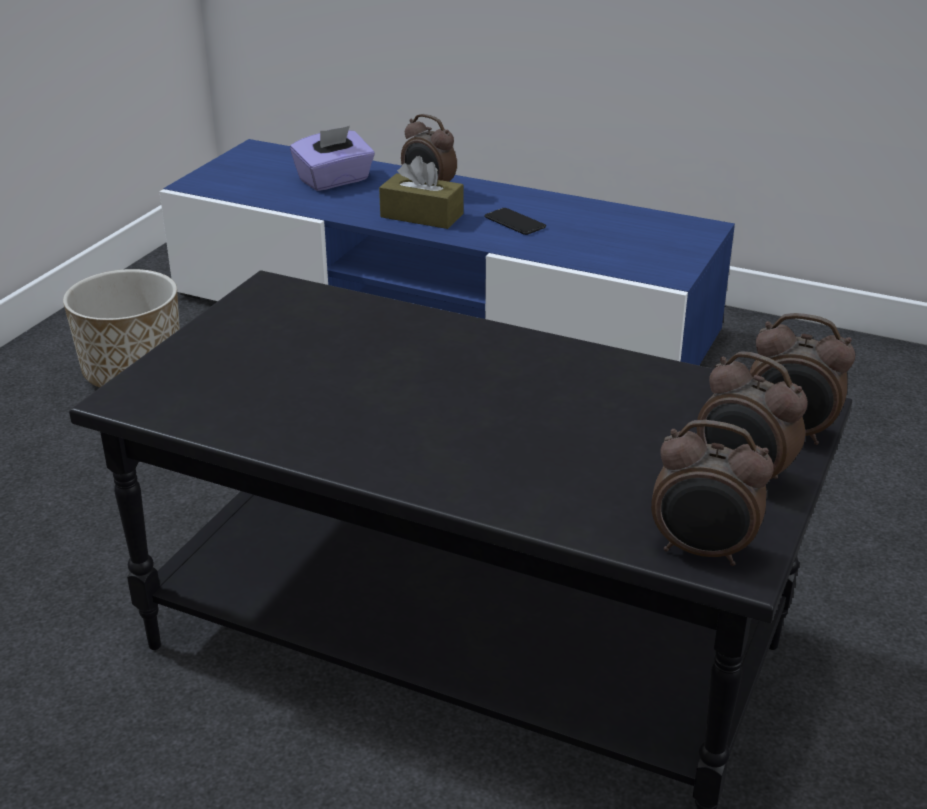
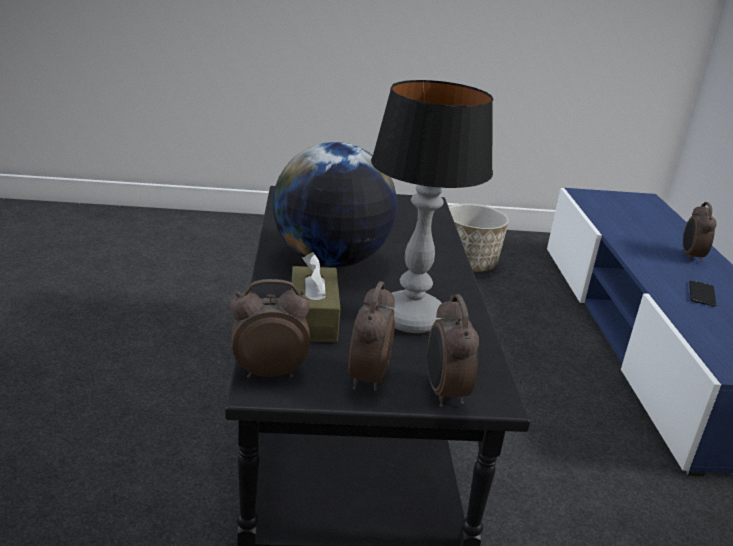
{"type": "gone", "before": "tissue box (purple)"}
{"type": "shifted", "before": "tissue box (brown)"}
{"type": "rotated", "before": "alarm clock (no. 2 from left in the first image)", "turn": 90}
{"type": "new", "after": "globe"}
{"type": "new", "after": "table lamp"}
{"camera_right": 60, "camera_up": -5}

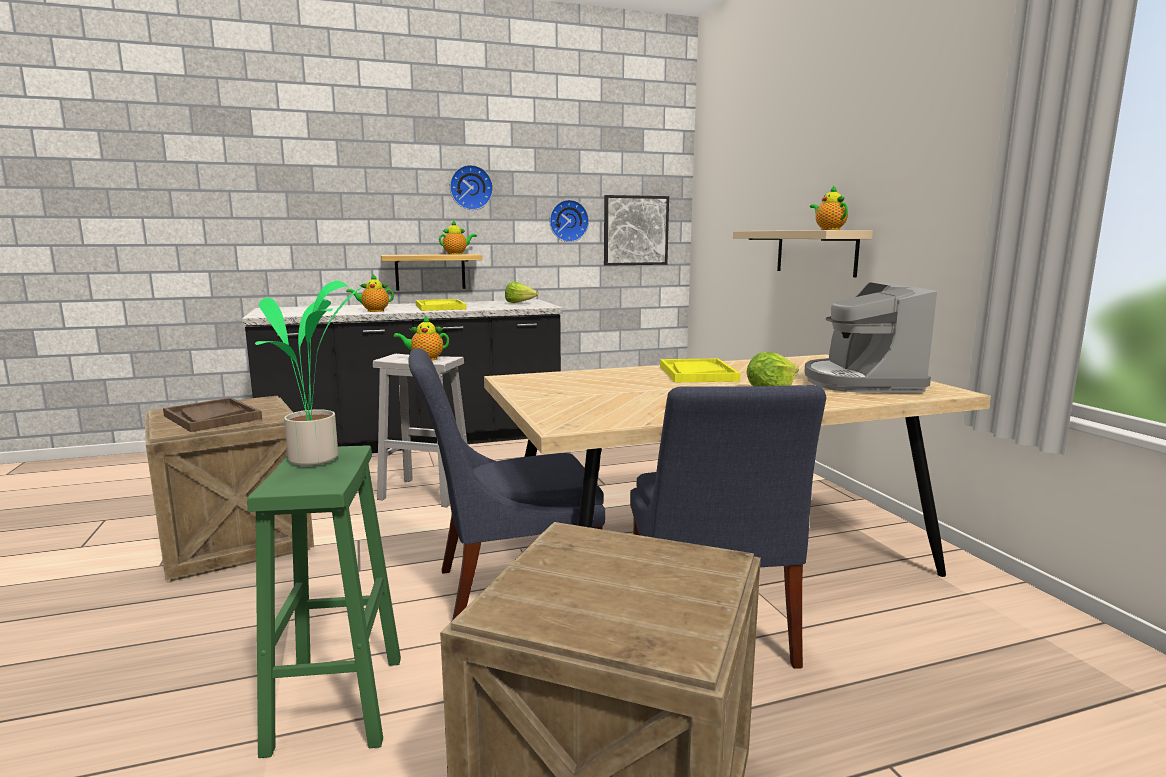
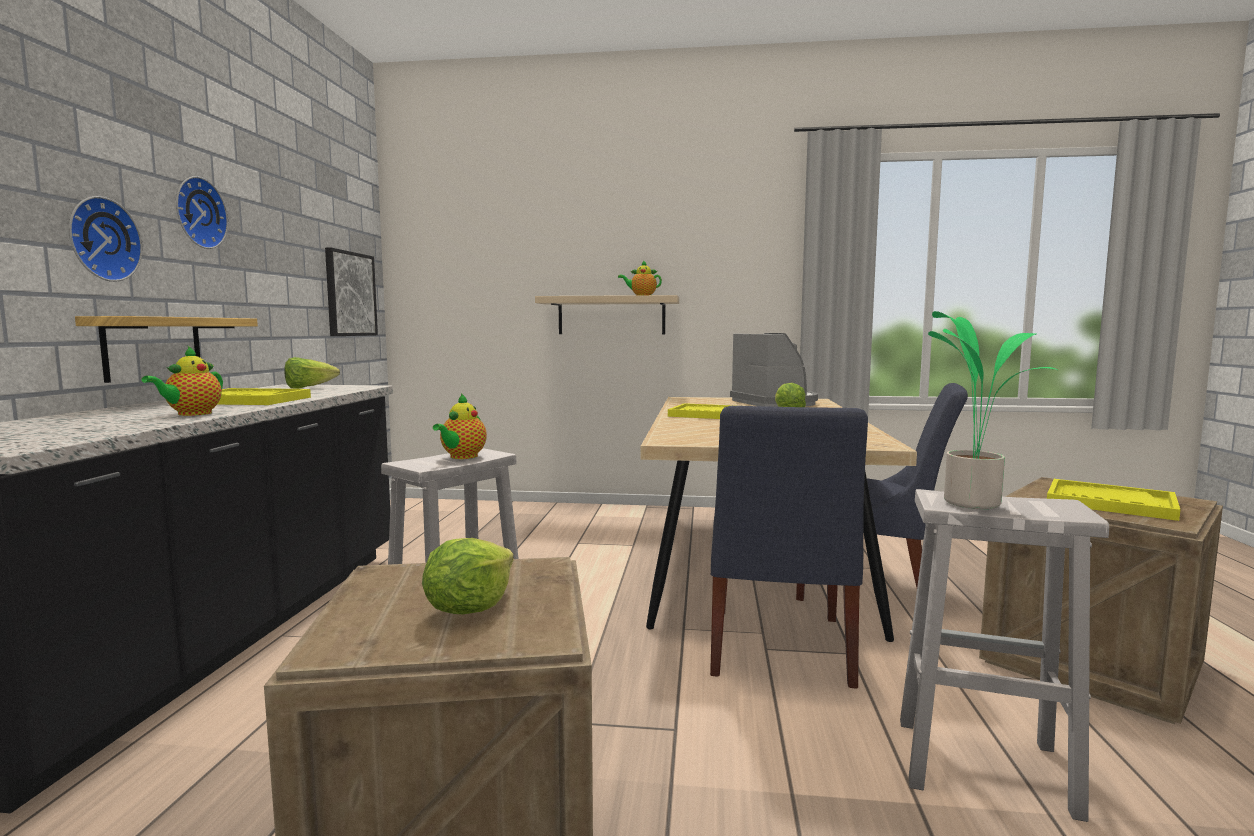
{"type": "swapped", "before": "tray (brown)", "after": "lettuce (no. 2 from left)"}
{"type": "repainted", "before": "stool (green)", "after": "stool (white) (no. 2 from left)"}
{"type": "gone", "before": "teapot (no. 3 from left)"}
{"type": "shifted", "before": "wall clock (no. 2 from left in the first image)", "after": "wall clock (no. 1 from left)"}
{"type": "rotated", "before": "coffee machine", "turn": -135}
{"type": "new", "after": "tray (yellow) (no. 3 from left)"}
{"camera_right": -65, "camera_up": -5}

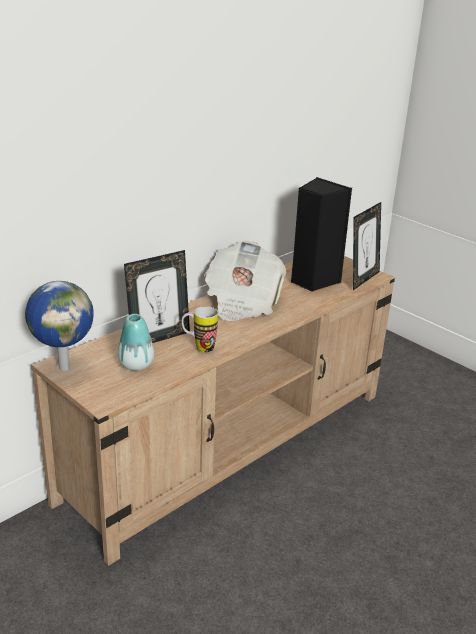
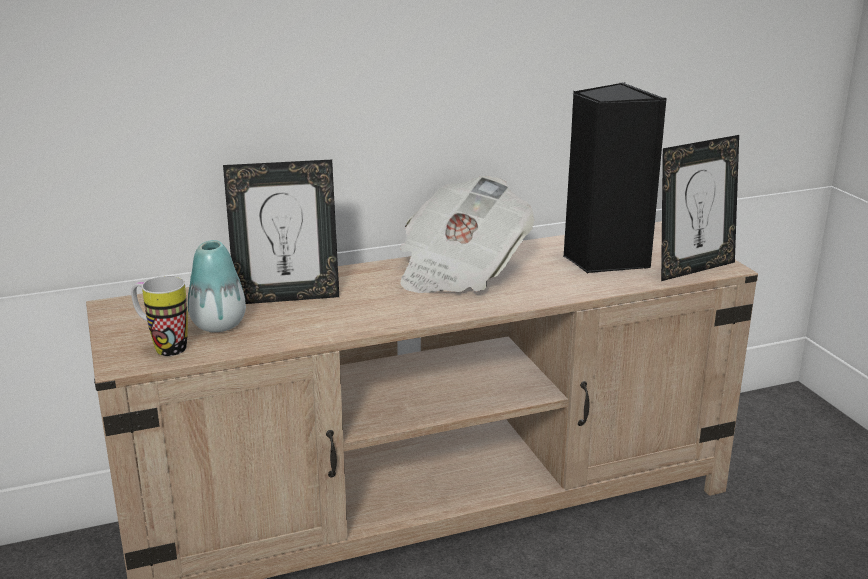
{"type": "gone", "before": "globe"}
{"type": "shifted", "before": "mug"}
{"camera_right": 25, "camera_up": -5}

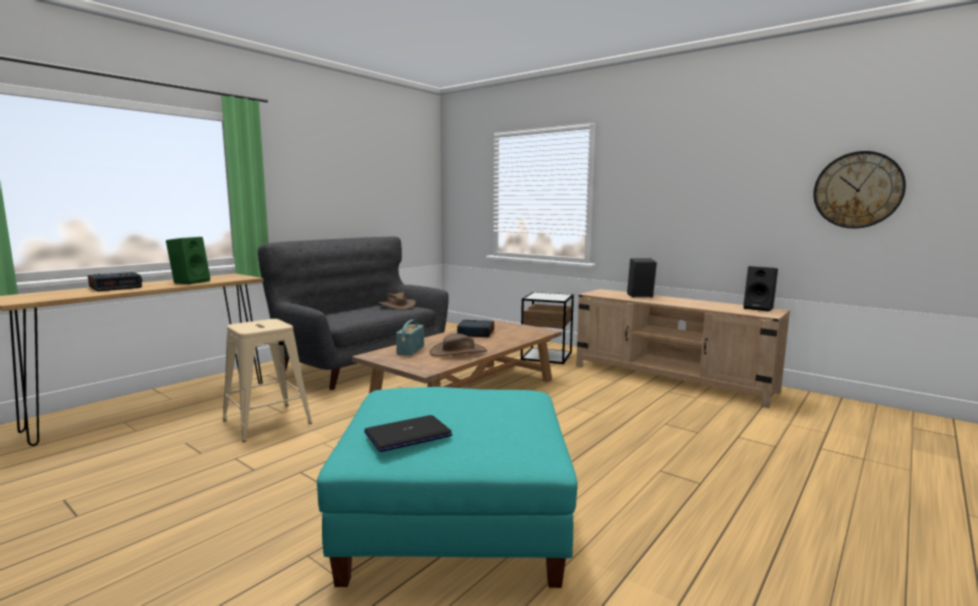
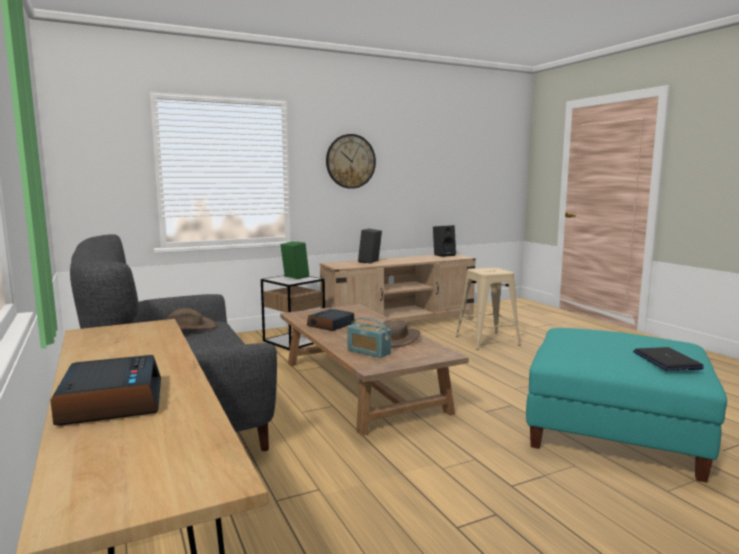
{"type": "shifted", "before": "speaker (green)"}
{"type": "shifted", "before": "stool (beige)"}
{"type": "shifted", "before": "wall clock"}
{"camera_right": -65, "camera_up": 0}

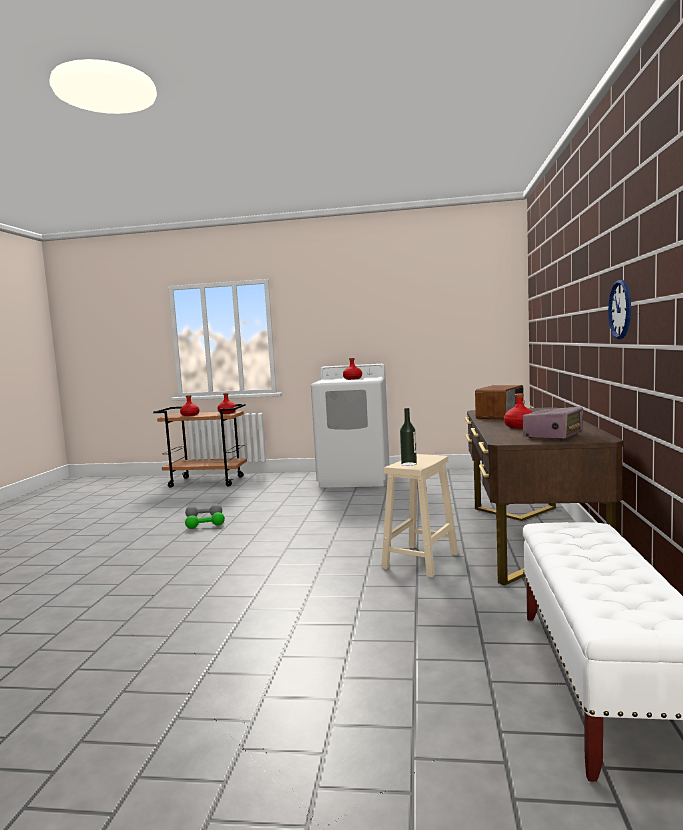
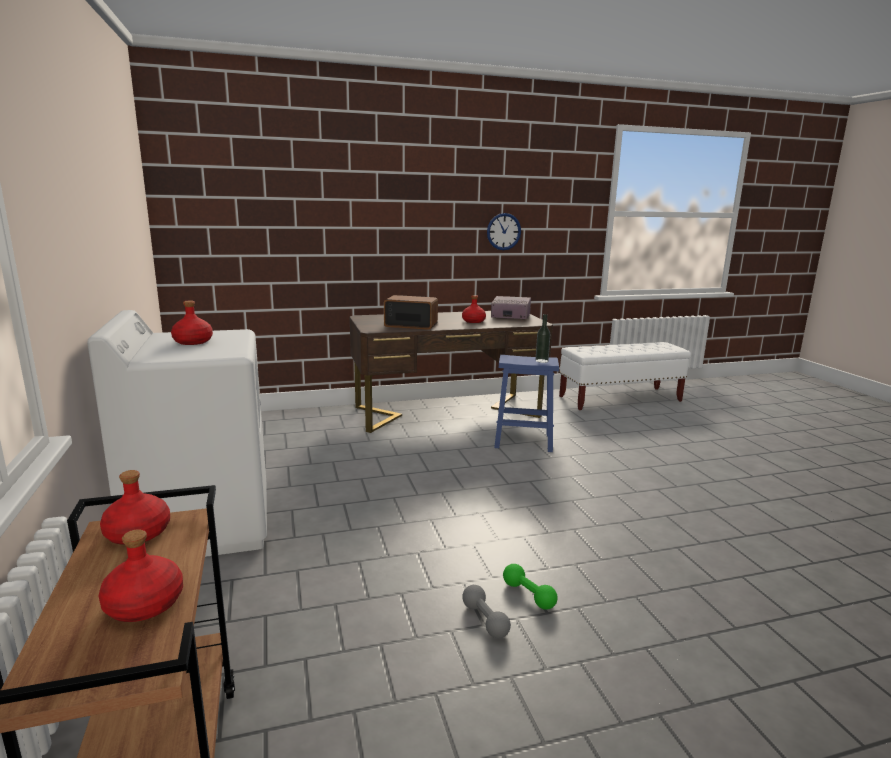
{"type": "repainted", "before": "stool (beige)", "after": "stool (blue)"}
{"camera_right": -115, "camera_up": 10}

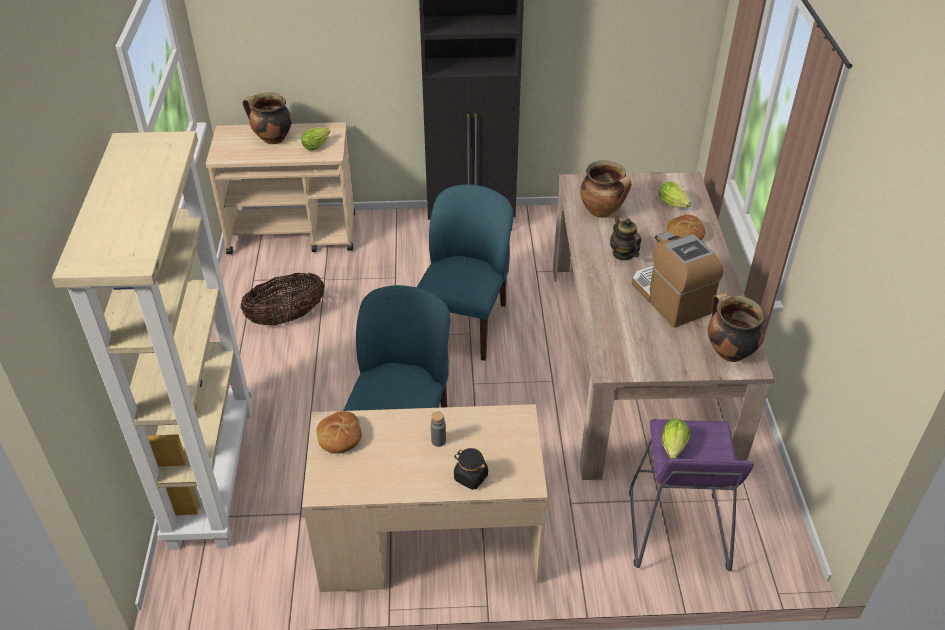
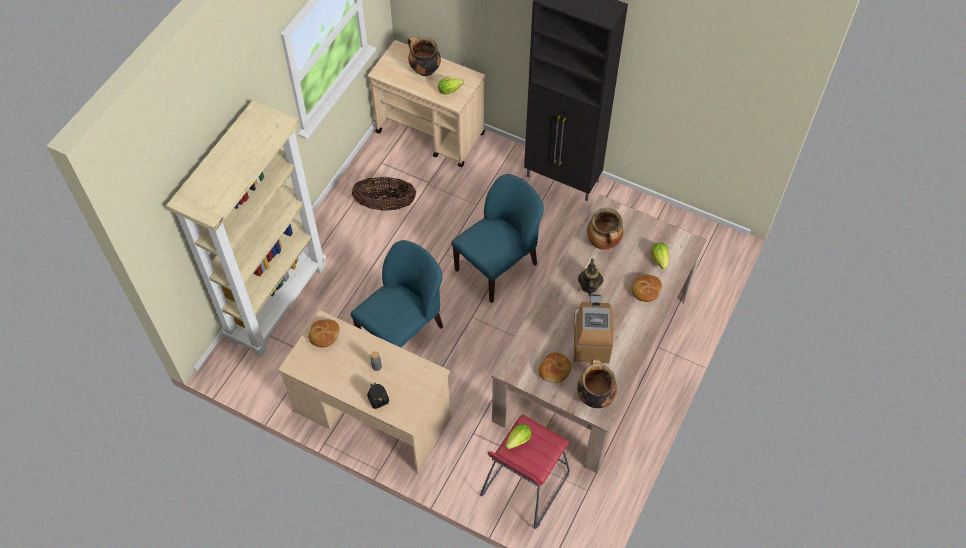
{"type": "repainted", "before": "stool (purple)", "after": "stool (red)"}
{"type": "new", "after": "bread (no. 2 from left)"}
{"camera_right": 30, "camera_up": 15}

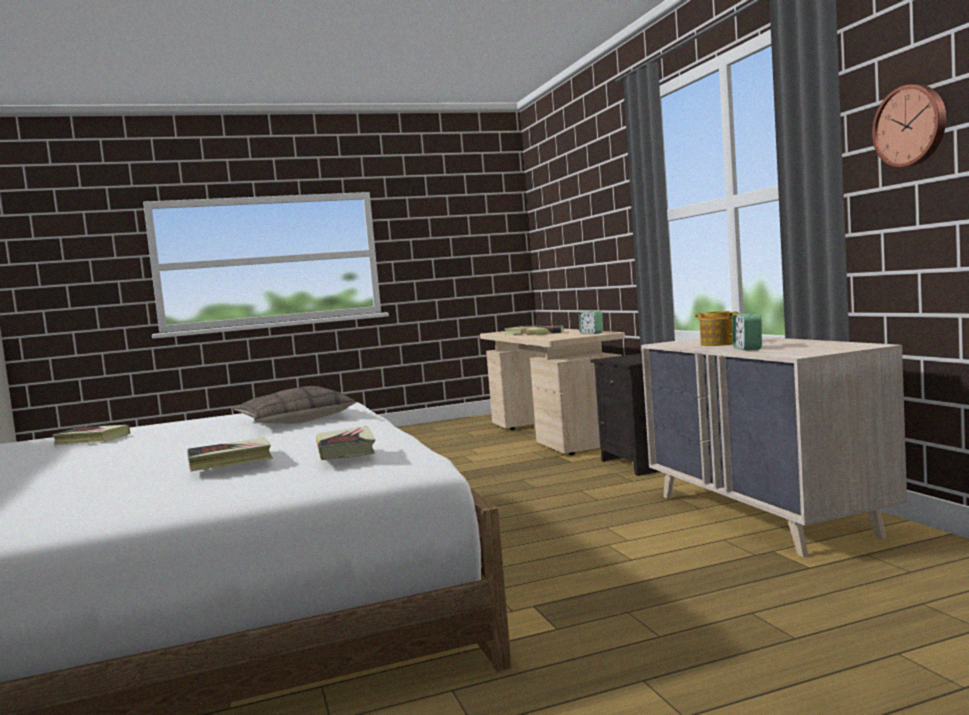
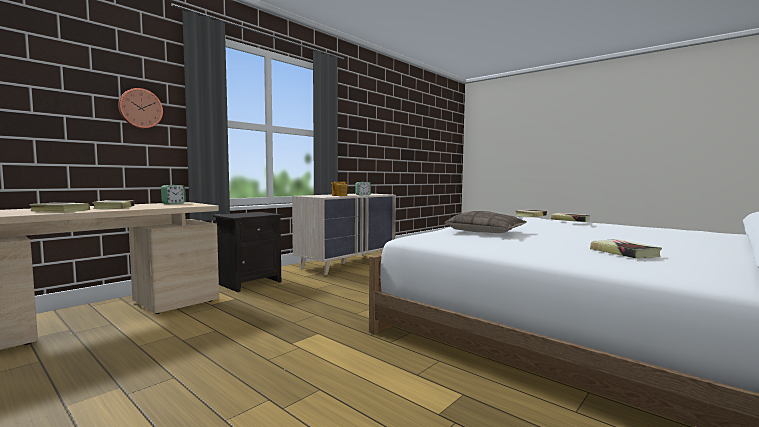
{"type": "shifted", "before": "wall clock"}
{"camera_right": -120, "camera_up": 0}

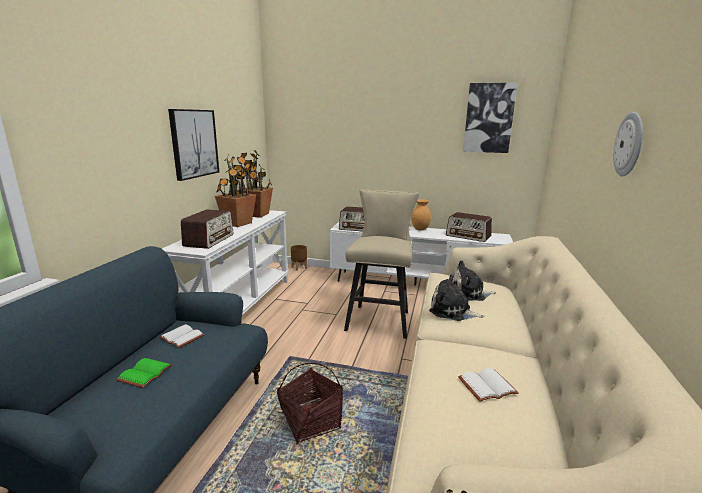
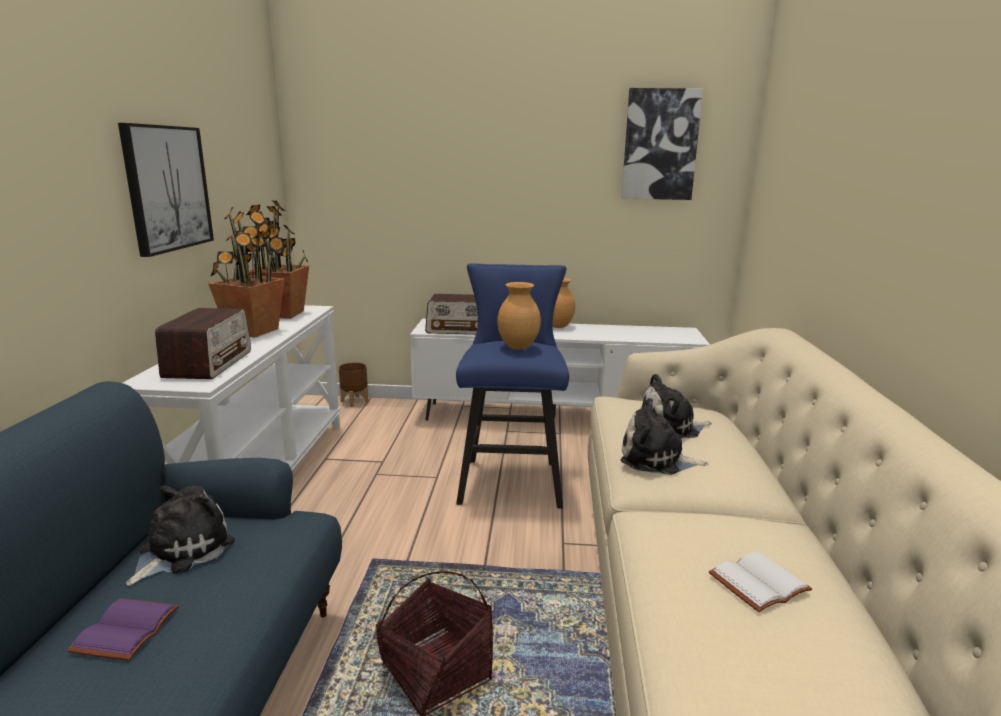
{"type": "repainted", "before": "book (green)", "after": "book (purple)"}
{"type": "swapped", "before": "book (white) (no. 1 from left)", "after": "plush toy (no. 1 from left)"}
{"type": "repainted", "before": "stool (beige)", "after": "stool (blue)"}
{"type": "gone", "before": "radio (no. 3 from left)"}
{"type": "gone", "before": "wall clock"}
{"type": "new", "after": "vase (brown) (no. 1 from left)"}
{"camera_right": -10, "camera_up": 0}

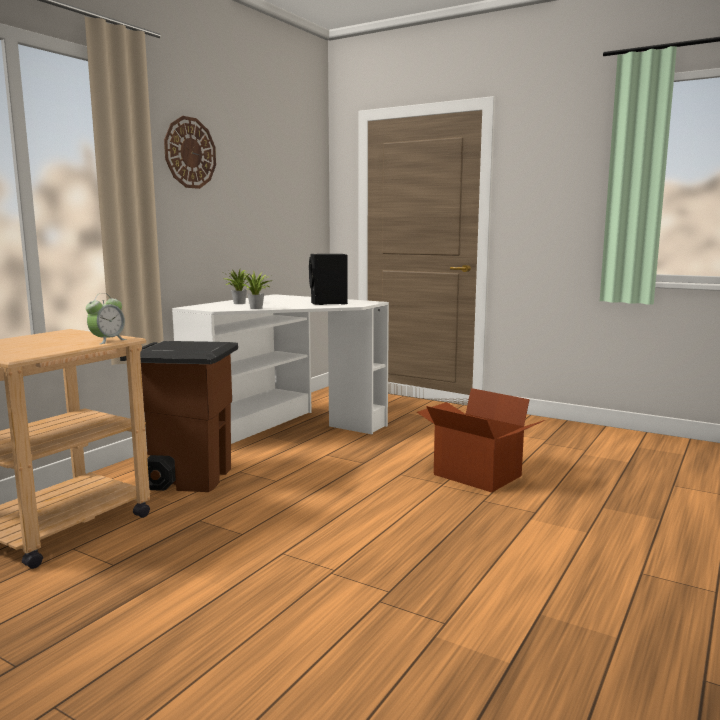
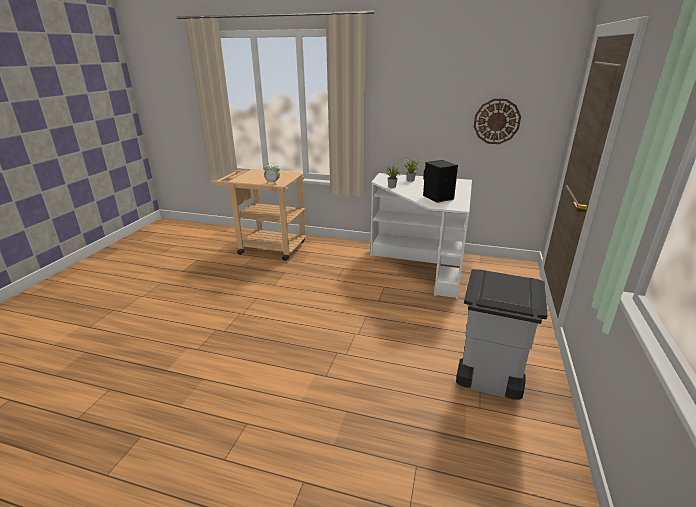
{"type": "gone", "before": "trash can (brown)"}
{"type": "shifted", "before": "wall clock"}
{"type": "gone", "before": "cardboard box"}
{"type": "new", "after": "trash can (grey)"}
{"camera_right": 75, "camera_up": 15}

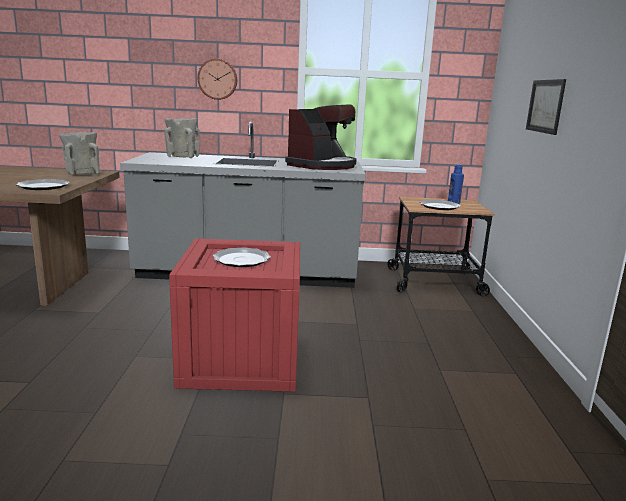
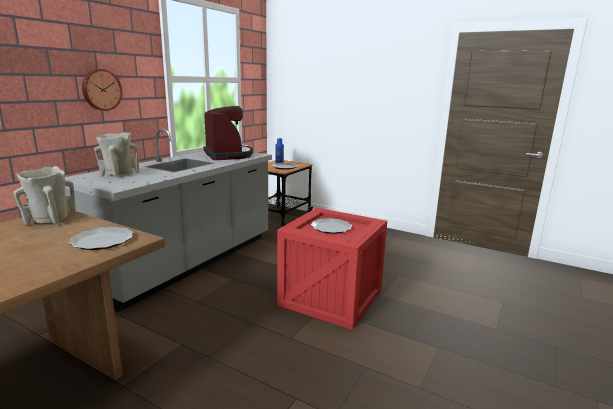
{"type": "gone", "before": "picture"}
{"camera_right": -60, "camera_up": 0}

